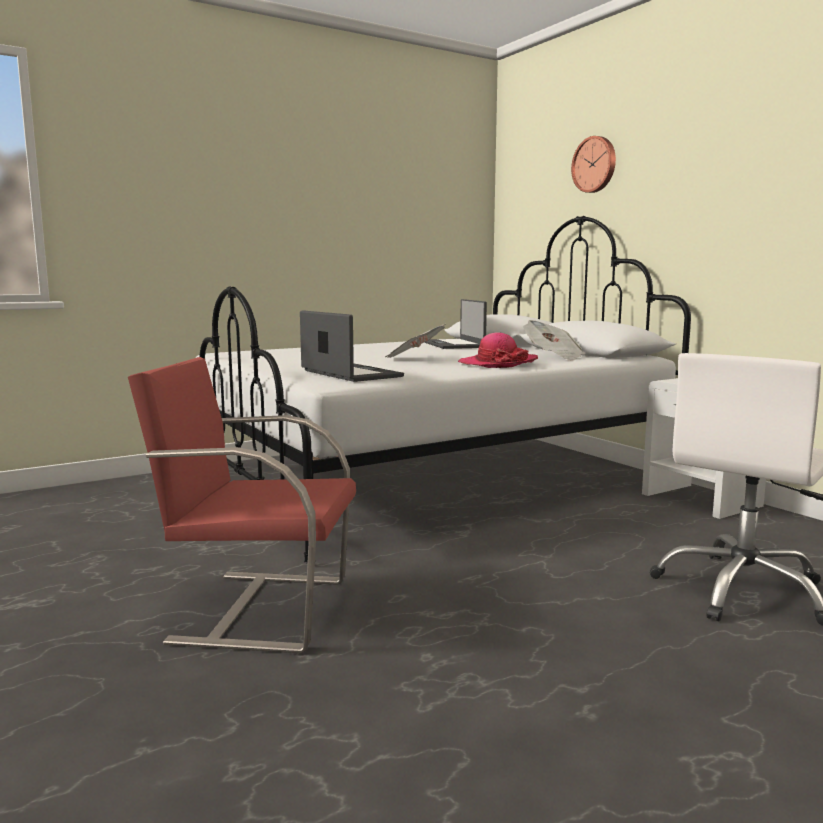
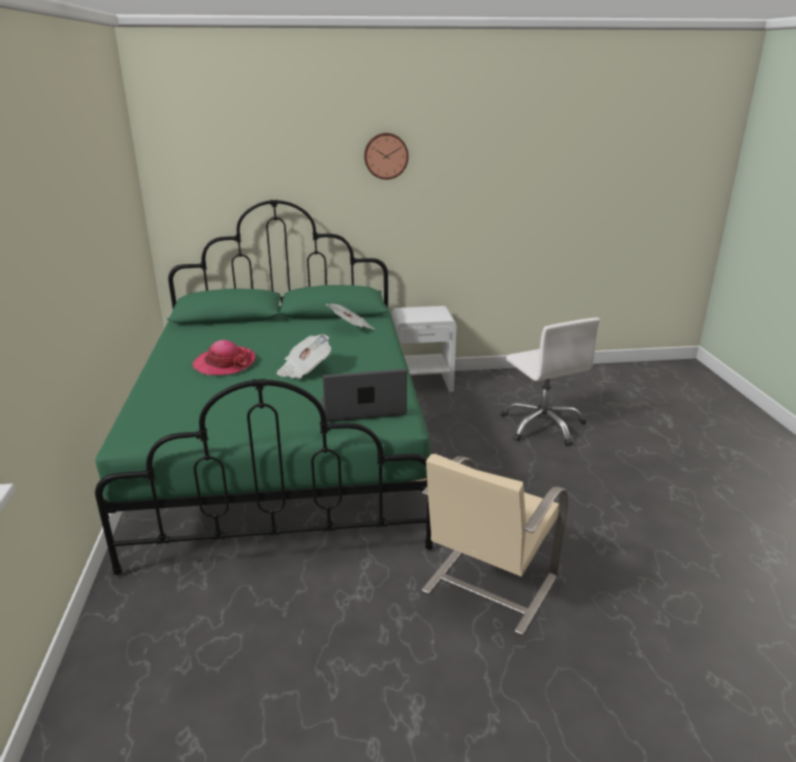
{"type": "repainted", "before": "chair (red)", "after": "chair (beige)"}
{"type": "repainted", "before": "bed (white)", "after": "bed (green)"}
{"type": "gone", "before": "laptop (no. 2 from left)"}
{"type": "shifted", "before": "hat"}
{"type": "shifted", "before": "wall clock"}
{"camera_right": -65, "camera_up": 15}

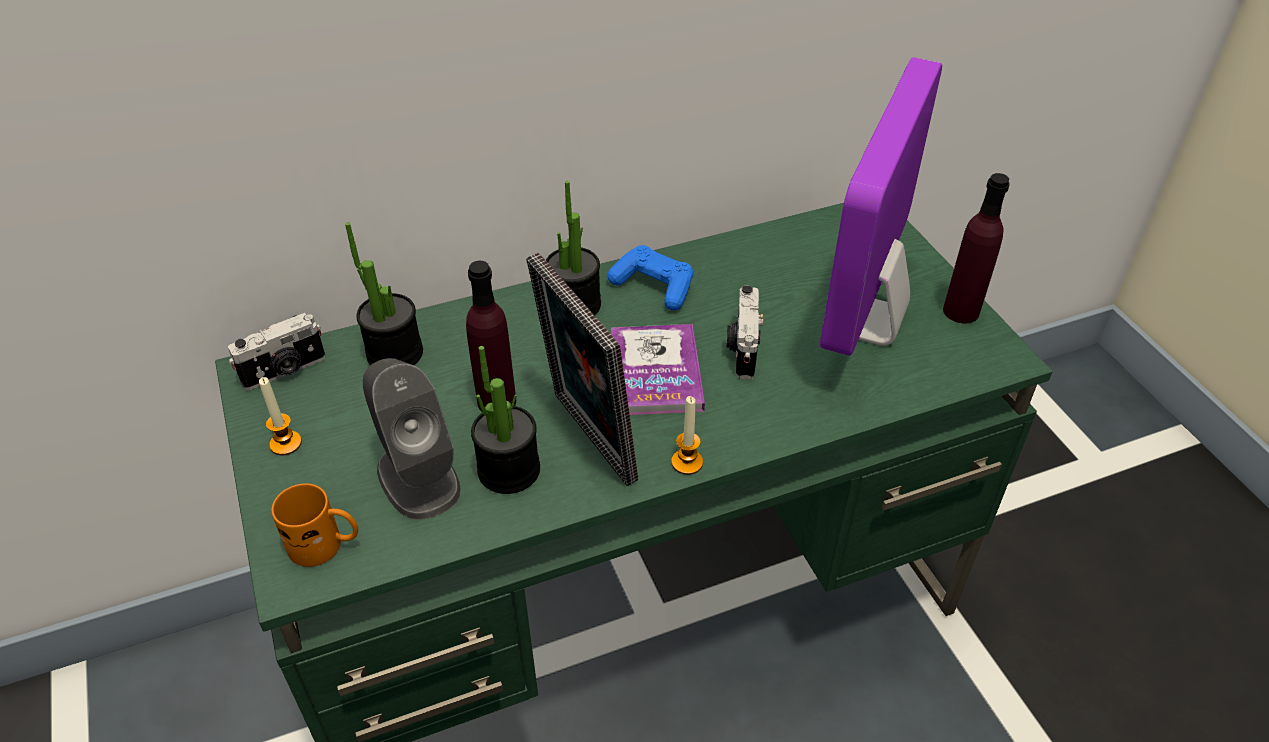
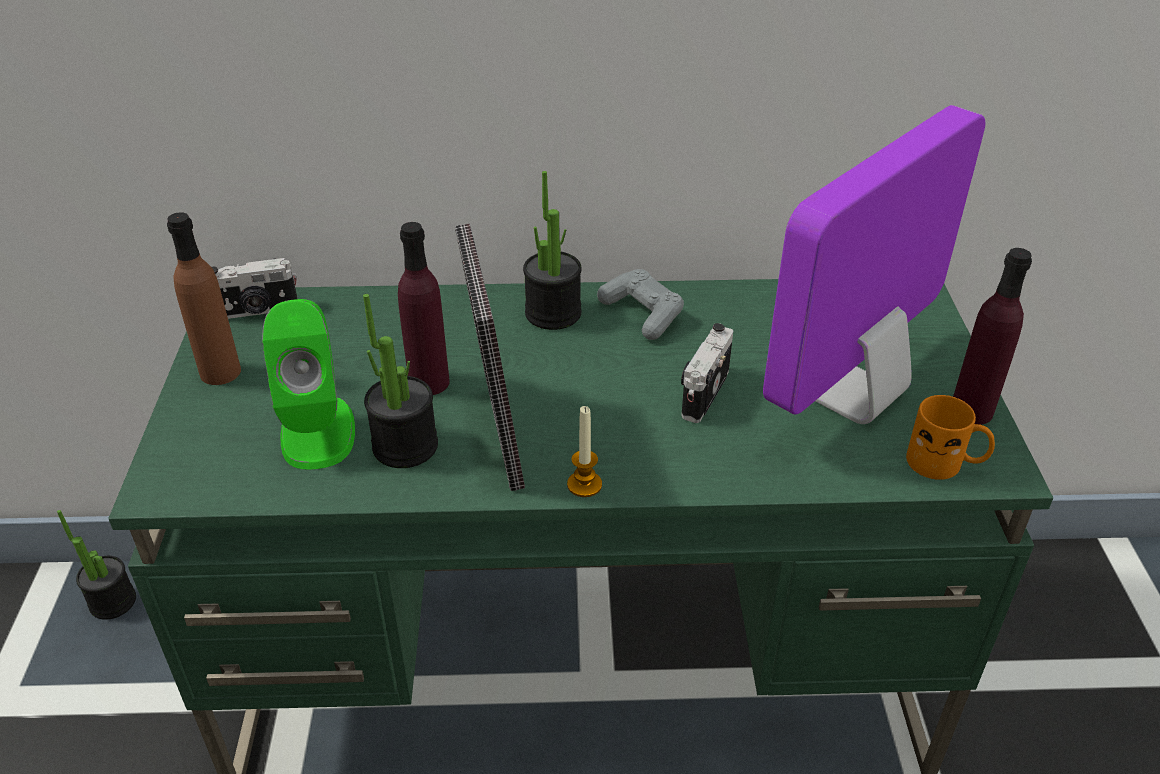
{"type": "swapped", "before": "candle (no. 1 from left)", "after": "bottle (brown)"}
{"type": "shifted", "before": "mug (orange)"}
{"type": "shifted", "before": "potted plant (no. 1 from left)"}
{"type": "repainted", "before": "speaker (grey)", "after": "speaker (green)"}
{"type": "repainted", "before": "game controller (blue)", "after": "game controller (grey)"}
{"type": "gone", "before": "book"}
{"camera_right": 20, "camera_up": -5}

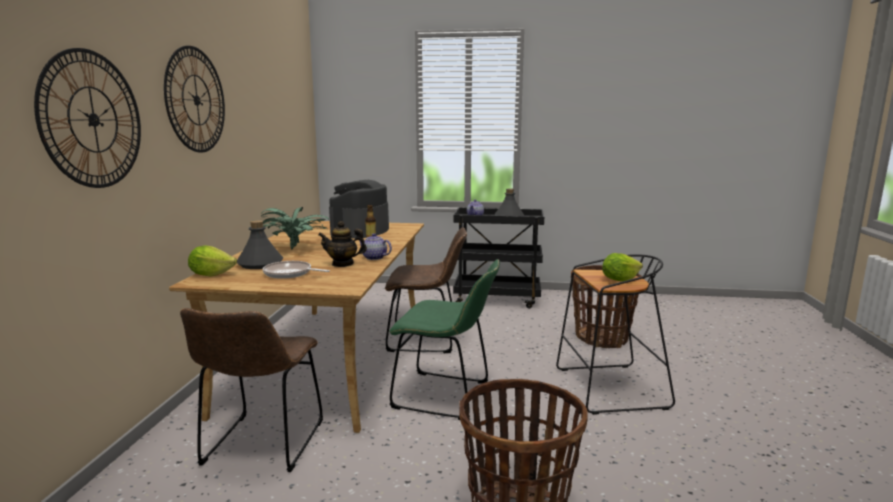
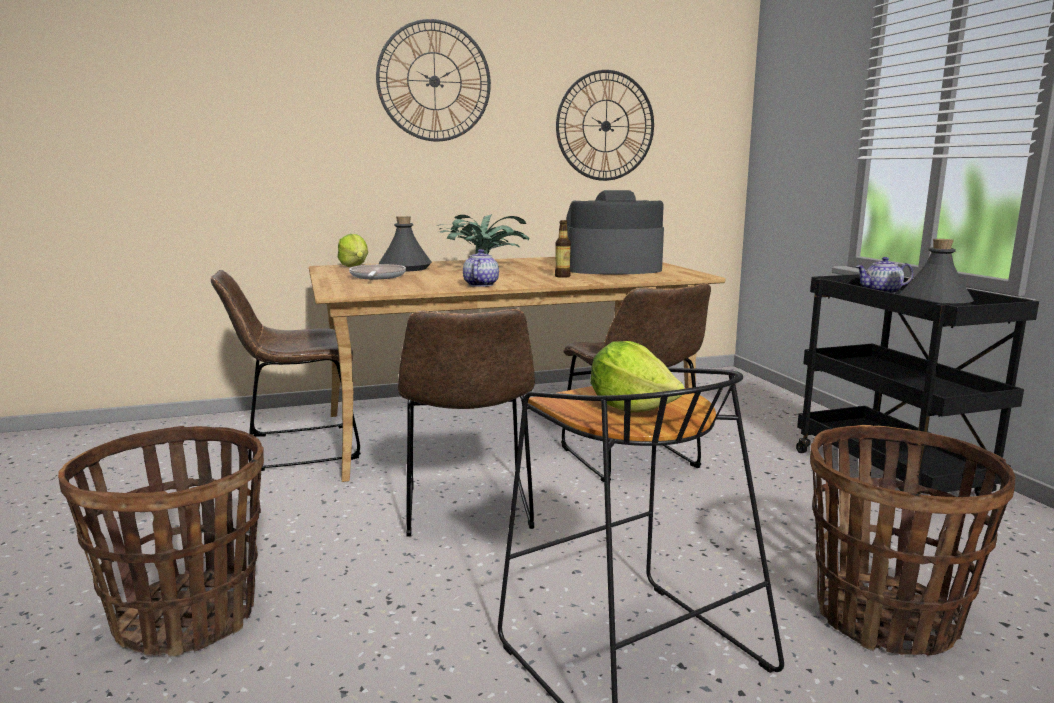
{"type": "shifted", "before": "wall clock (no. 1 from left in the first image)", "after": "wall clock (no. 2 from left)"}
{"type": "gone", "before": "teapot (no. 1 from left)"}
{"type": "repainted", "before": "chair (green)", "after": "chair (brown) (no. 2 from left)"}
{"camera_right": 65, "camera_up": 0}

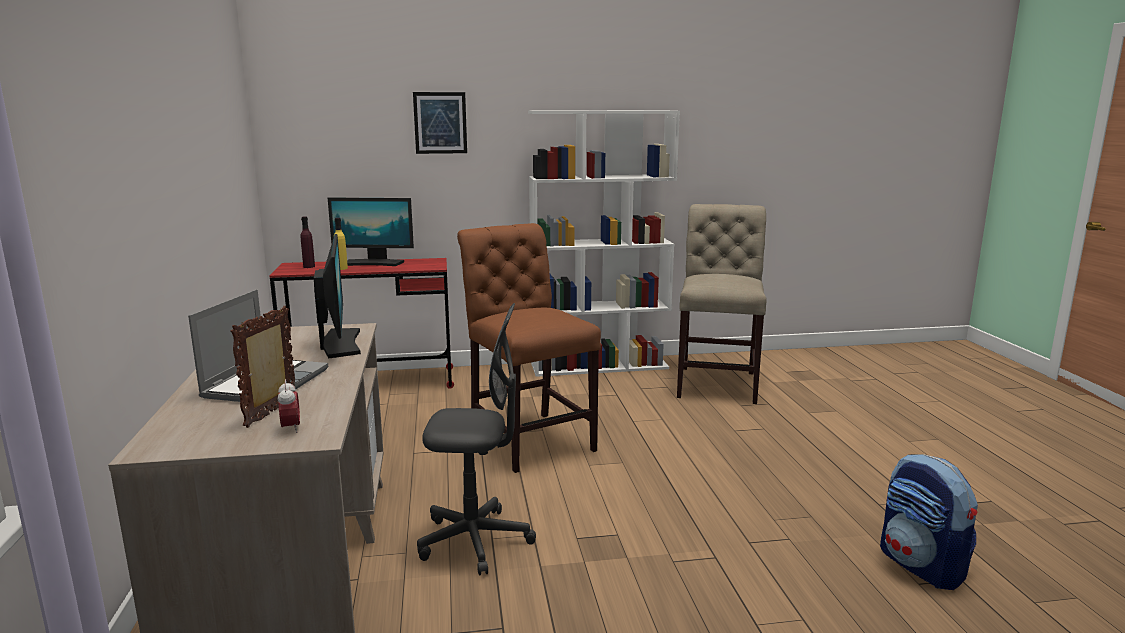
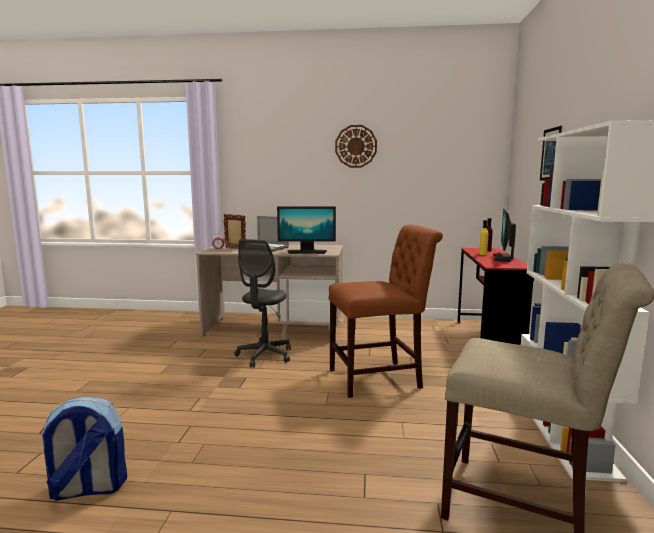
{"type": "new", "after": "wall clock"}
{"camera_right": 105, "camera_up": -5}

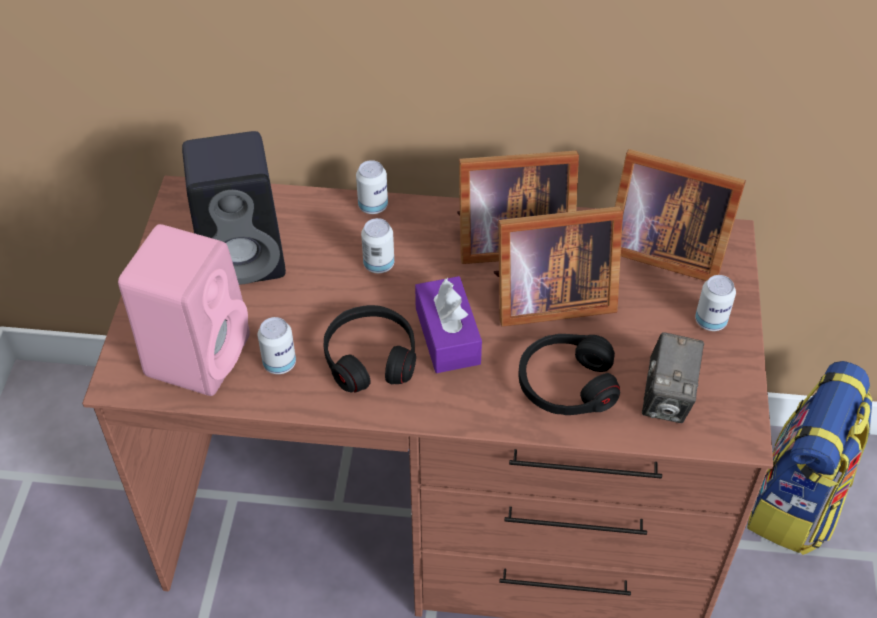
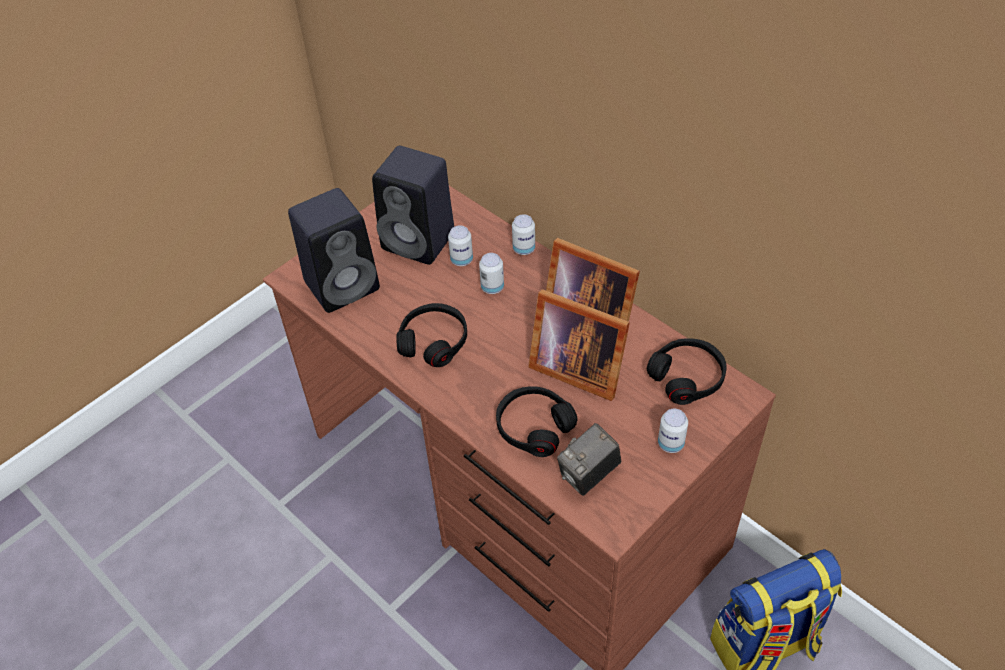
{"type": "repainted", "before": "speaker (pink)", "after": "speaker (black) (no. 1 from left)"}
{"type": "shifted", "before": "can (no. 1 from left)"}
{"type": "gone", "before": "tissue box (purple)"}
{"type": "swapped", "before": "picture frame (no. 3 from left)", "after": "headphones (black) (no. 3 from left)"}
{"camera_right": 40, "camera_up": 0}

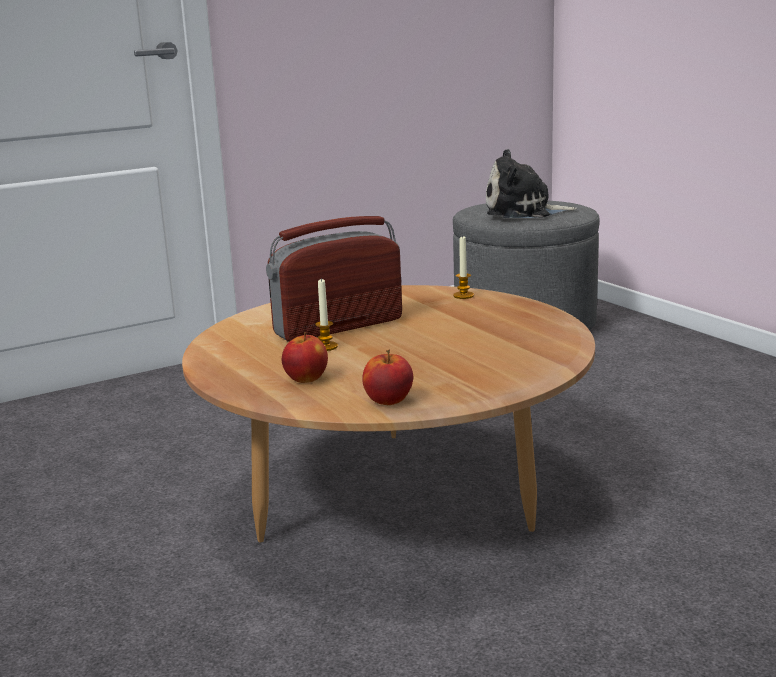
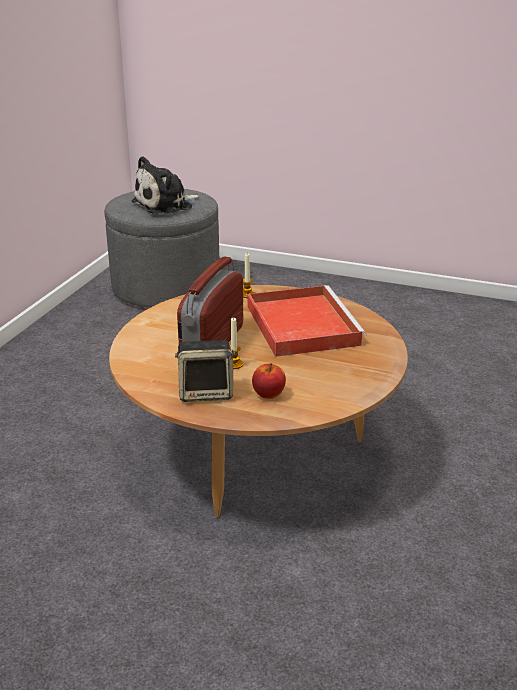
{"type": "gone", "before": "apple (no. 2 from left)"}
{"type": "new", "after": "speaker"}
{"type": "new", "after": "tray (red)"}
{"camera_right": -40, "camera_up": 10}

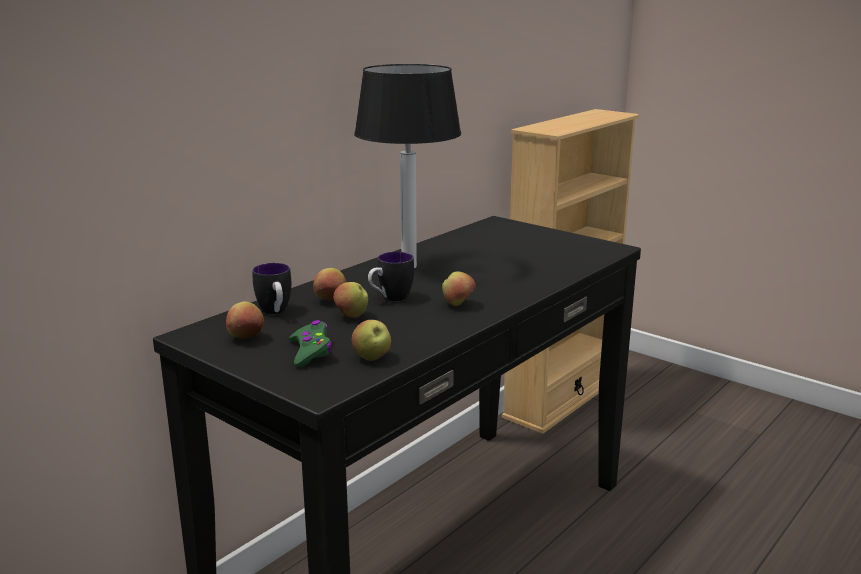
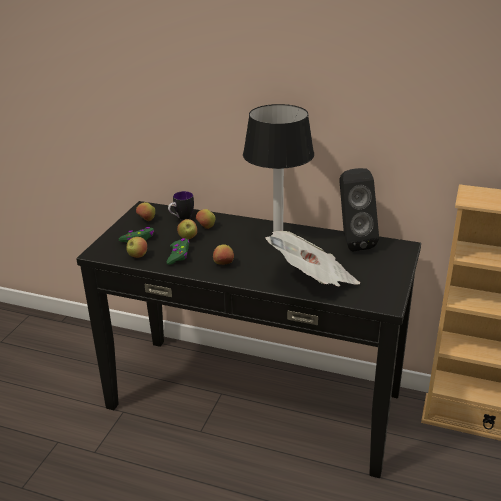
{"type": "gone", "before": "mug (no. 2 from left)"}
{"type": "new", "after": "game controller (green) (no. 2 from left)"}
{"type": "new", "after": "newspaper"}
{"type": "new", "after": "speaker (black)"}
{"camera_right": 70, "camera_up": 10}

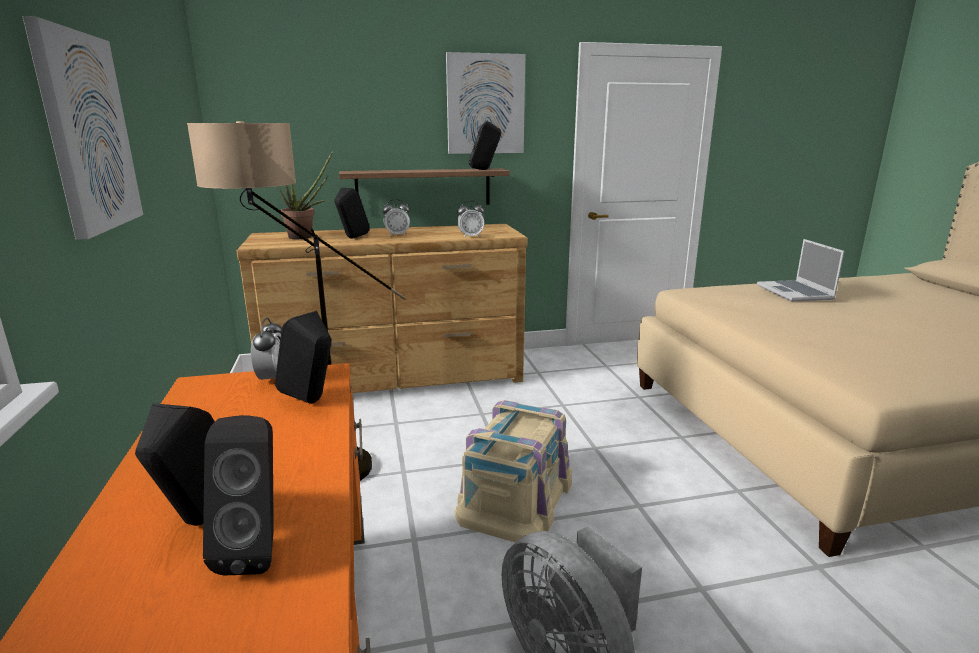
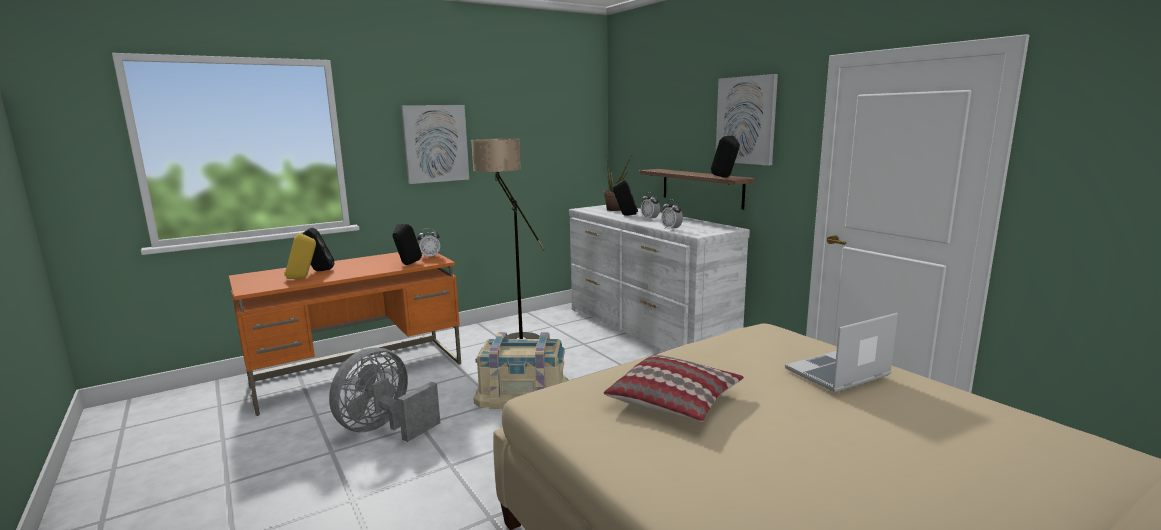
{"type": "repainted", "before": "speaker (black) (no. 2 from left)", "after": "speaker (yellow)"}
{"type": "repainted", "before": "dresser (brown)", "after": "dresser (white)"}
{"type": "new", "after": "pillow"}
{"camera_right": 70, "camera_up": -5}

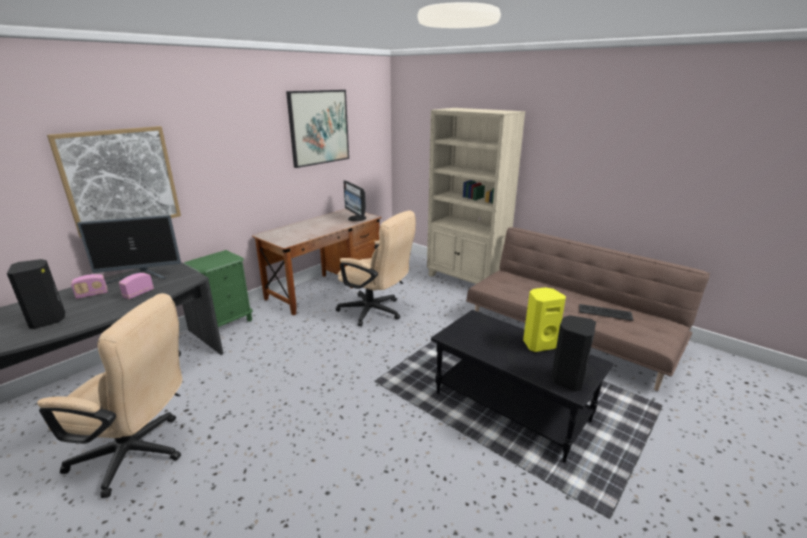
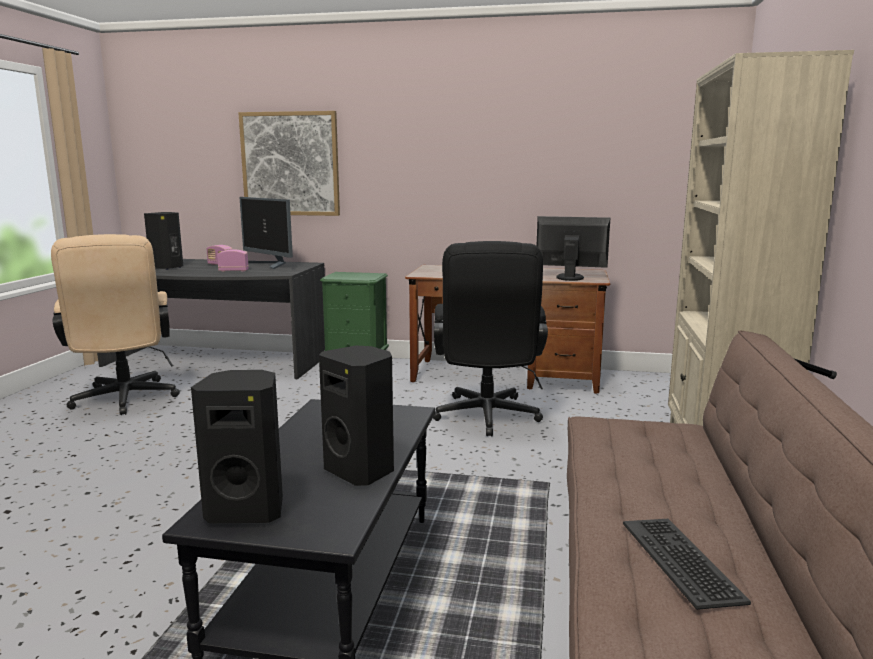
{"type": "gone", "before": "picture (no. 2 from left)"}
{"type": "repainted", "before": "office chair (beige) (no. 2 from left)", "after": "office chair (black)"}
{"type": "rotated", "before": "monitor (no. 2 from left)", "turn": 75}
{"type": "repainted", "before": "speaker (yellow)", "after": "speaker (black) (no. 3 from left)"}
{"camera_right": 60, "camera_up": -10}

